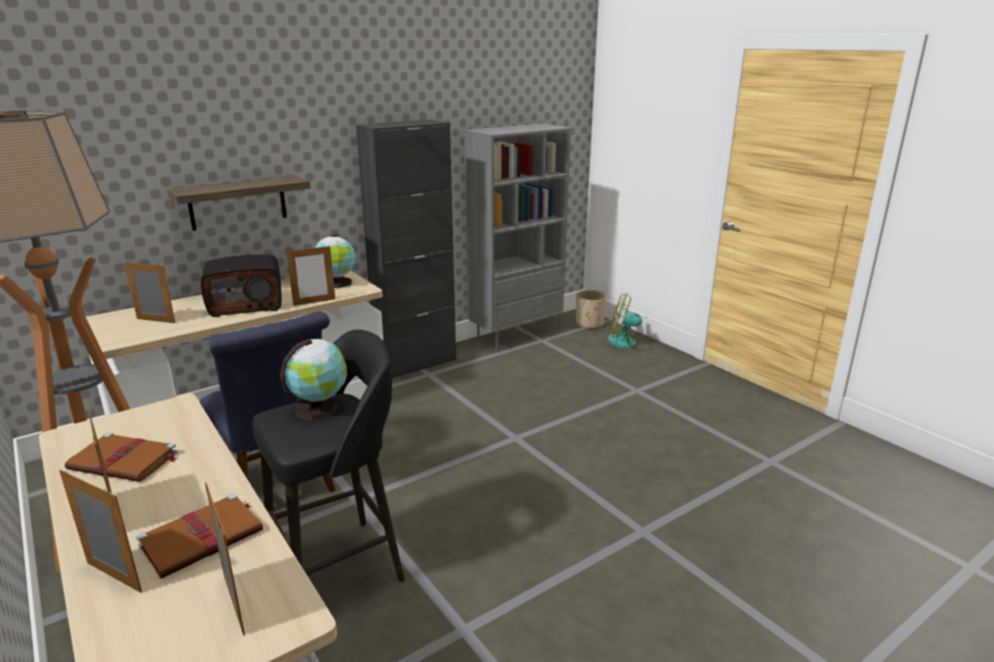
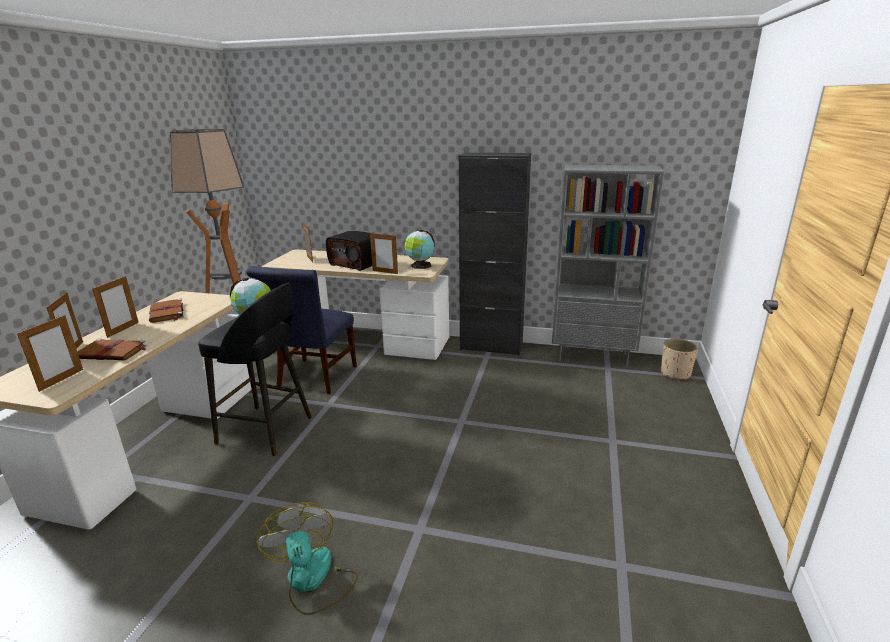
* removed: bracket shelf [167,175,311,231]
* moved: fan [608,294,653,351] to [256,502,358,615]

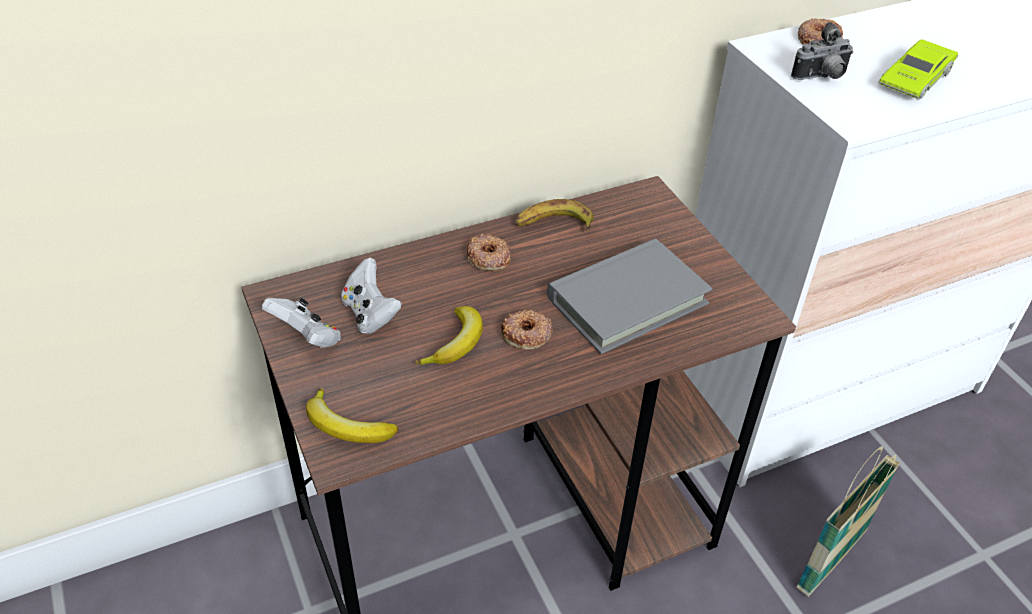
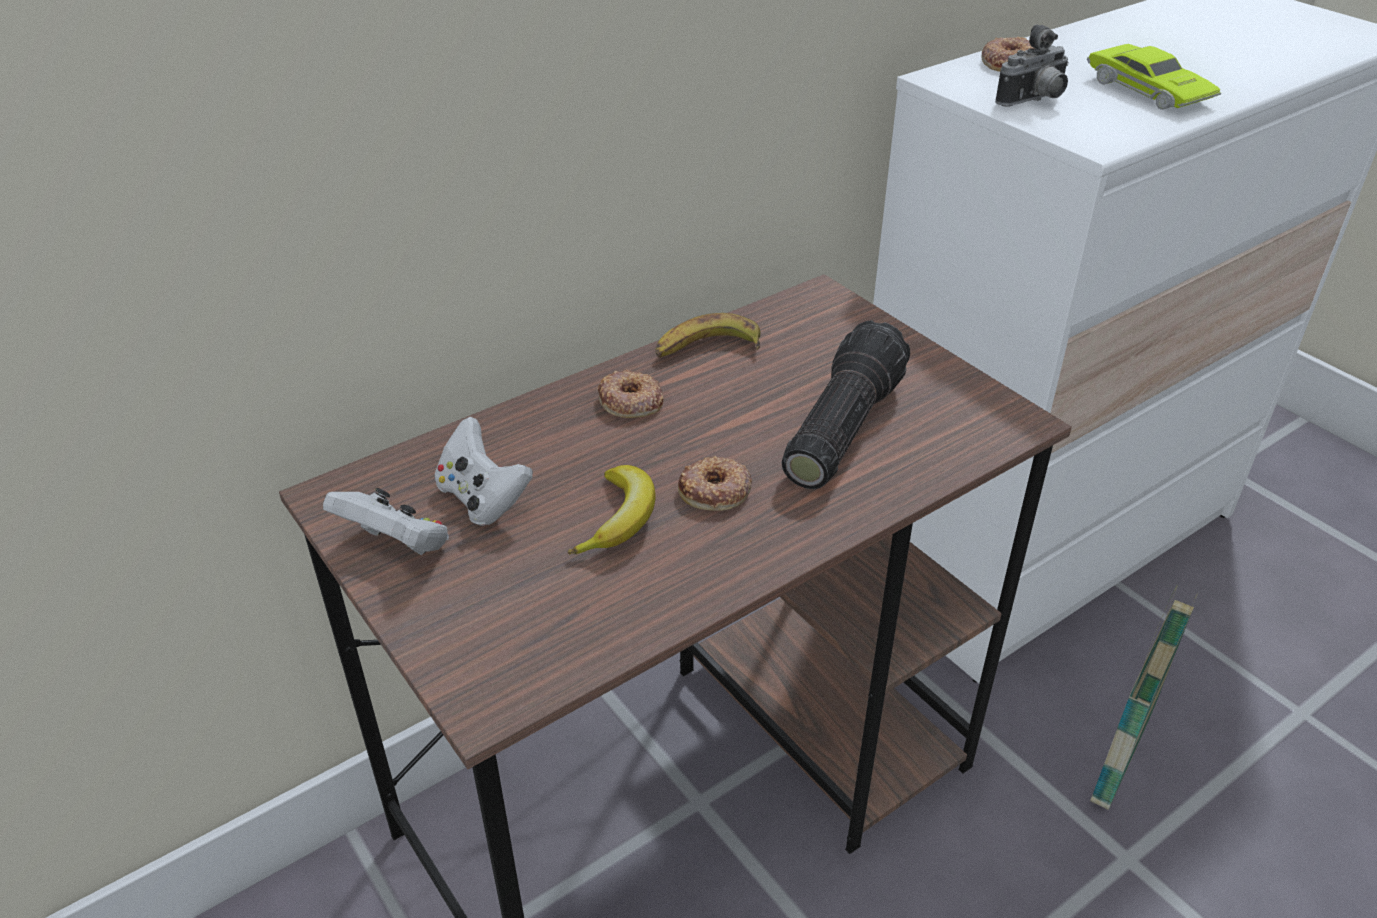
* removed: banana fruit [306,388,398,443]
* replaced: greyish bound book [547,239,712,354] to torch [782,320,910,489]
* turned: greenish model car [878,39,958,99] = [1087,44,1221,110] 60 degrees counterclockwise

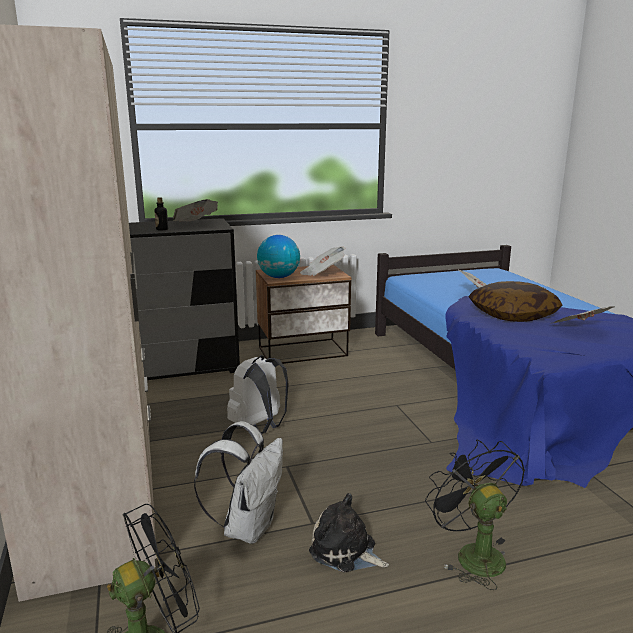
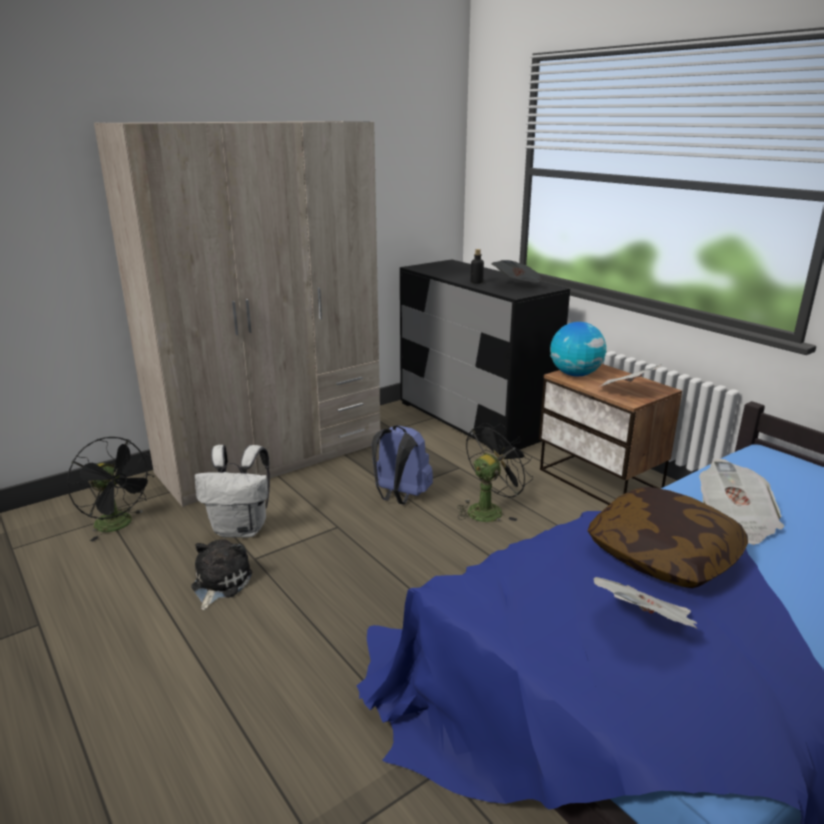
* moved: black fan [425,440,525,590] to [457,423,533,522]
* recoloured: white backpack [227,356,289,434] to blue backpack [371,425,433,504]

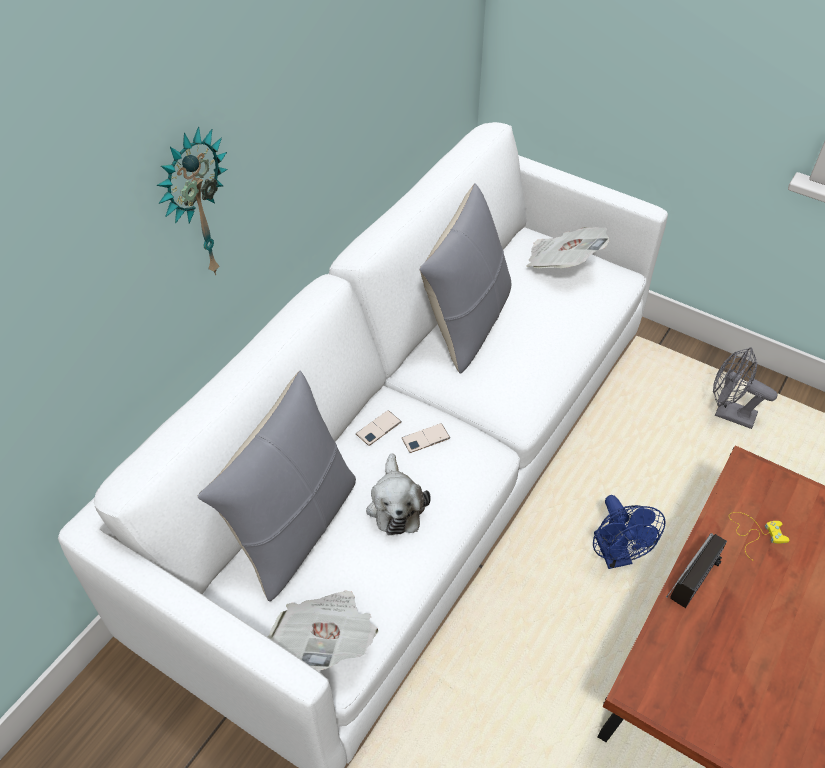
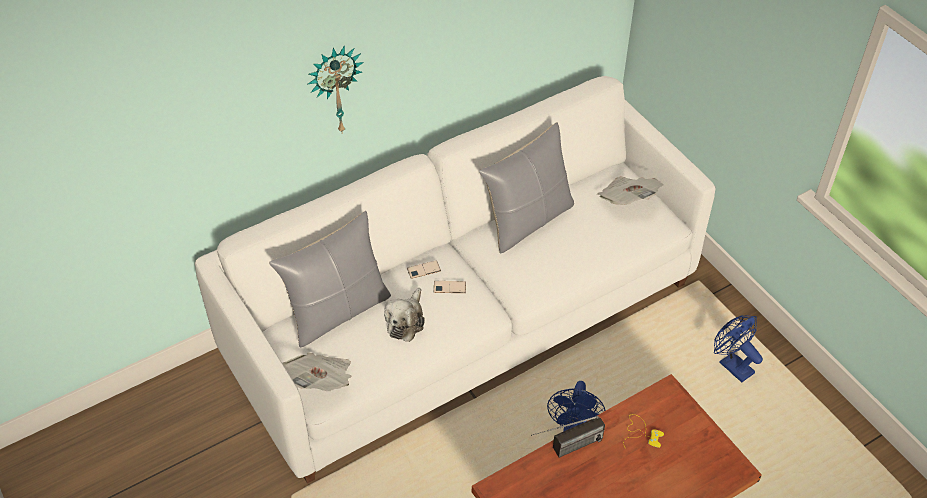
* recoloured: greyish fan [713,348,777,429] to blue fan [714,315,763,383]

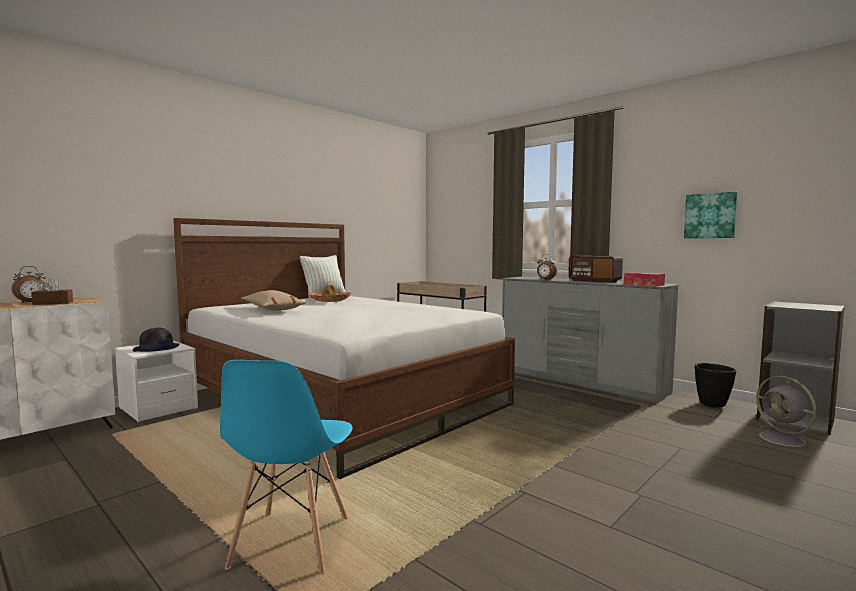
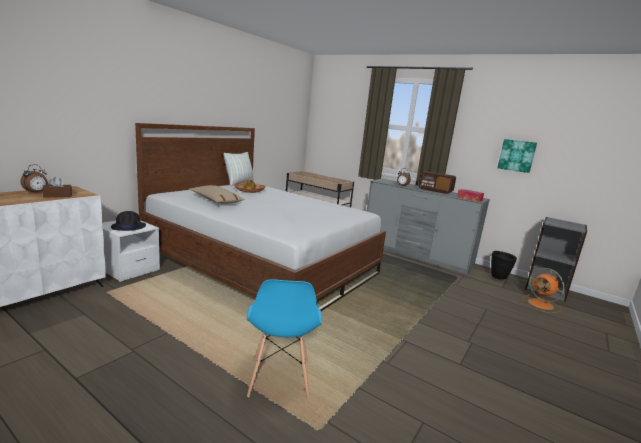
* recoloured: greyish fan [749,376,821,451] to orange fan [522,268,565,313]

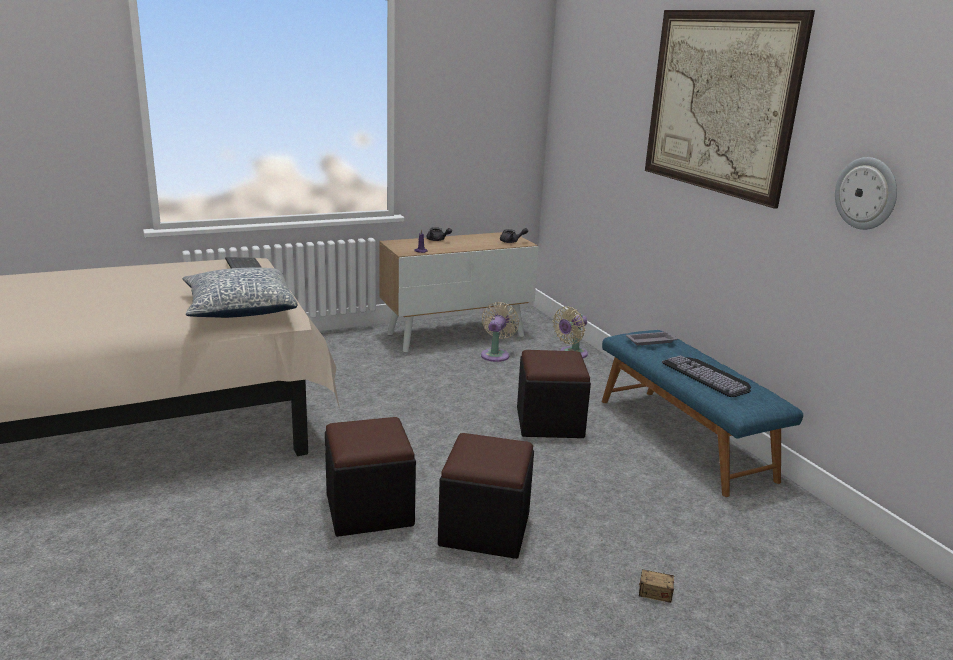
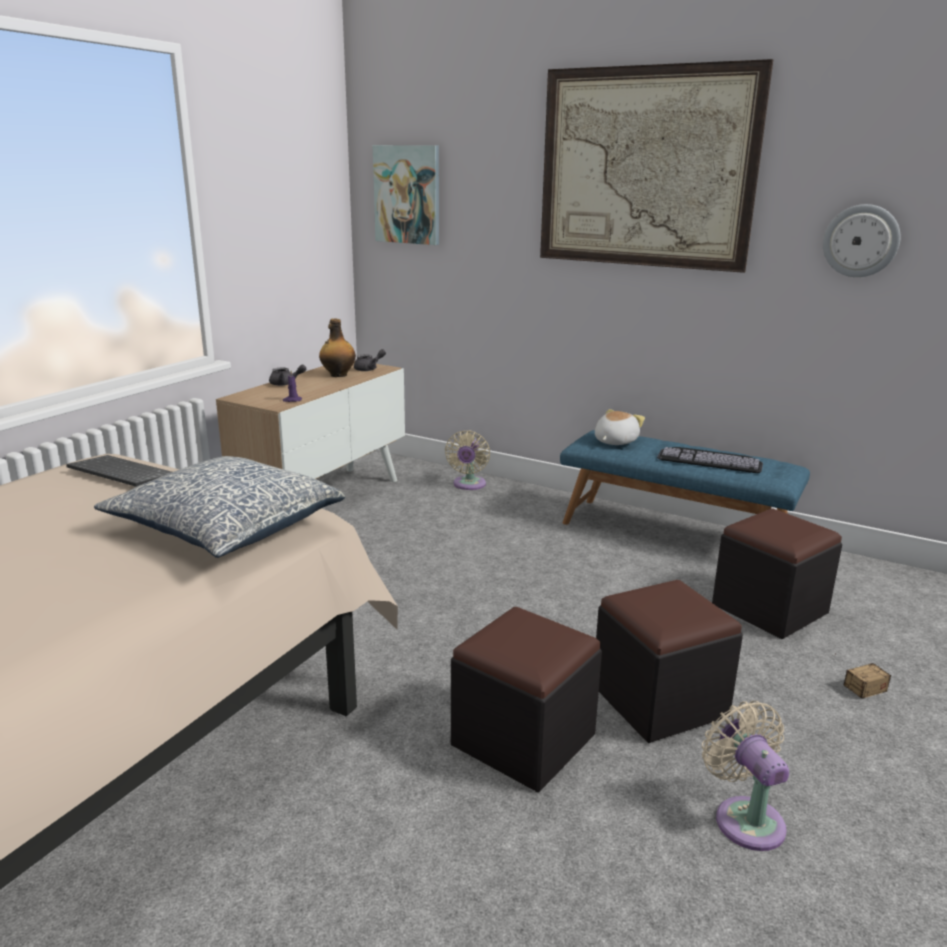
* added: bottle [319,319,356,377]
* added: picture [373,145,439,245]
* moved: sand-coloured fan [481,302,519,362] to [702,701,789,851]
* moved: black ottoman [517,350,591,438] to [712,509,842,639]
* replaced: greyish serving tray [626,332,677,345] to plush toy [595,409,645,445]

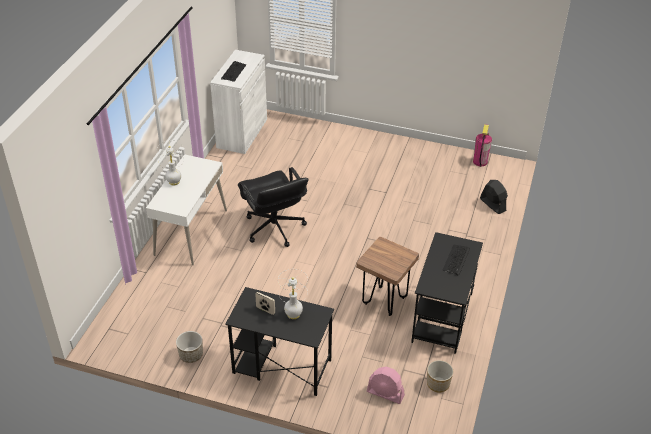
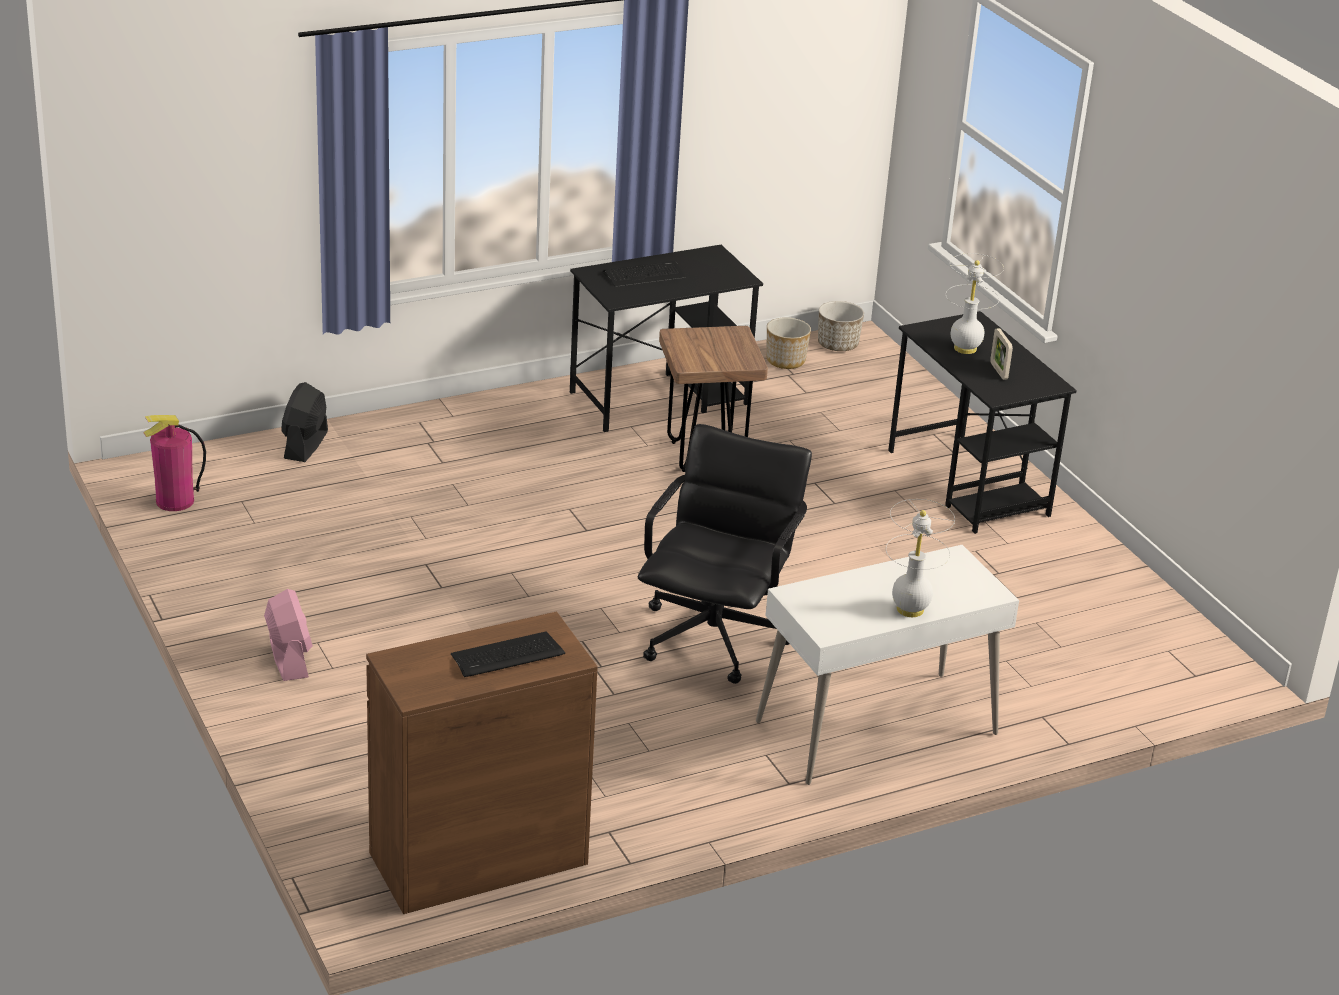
* moved: flower pot [176,331,203,363] to [818,301,864,351]
* moved: pink-coloured fan [367,366,405,404] to [264,589,313,681]
* recoloured: white cabinet [210,50,267,154] to brown-coloured cabinet [366,611,598,914]

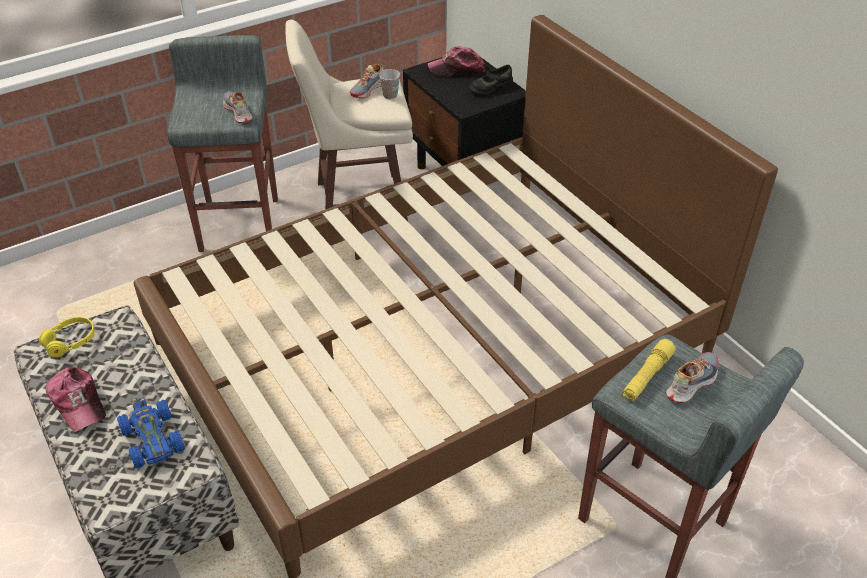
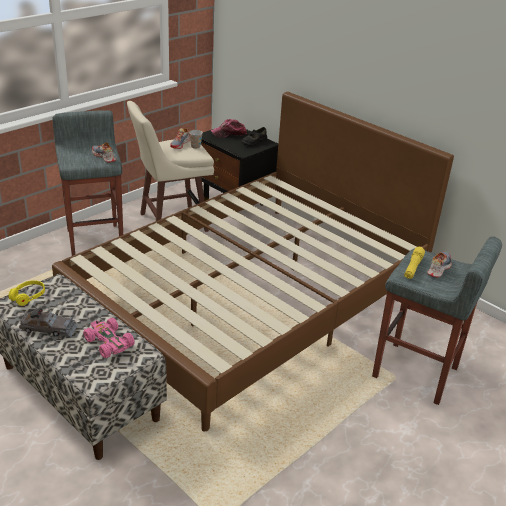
* replaced: cap [46,367,106,431] to greyish model car [19,309,78,337]
* recoloured: blue model car [117,400,185,468] to pink-coloured model car [83,318,135,358]

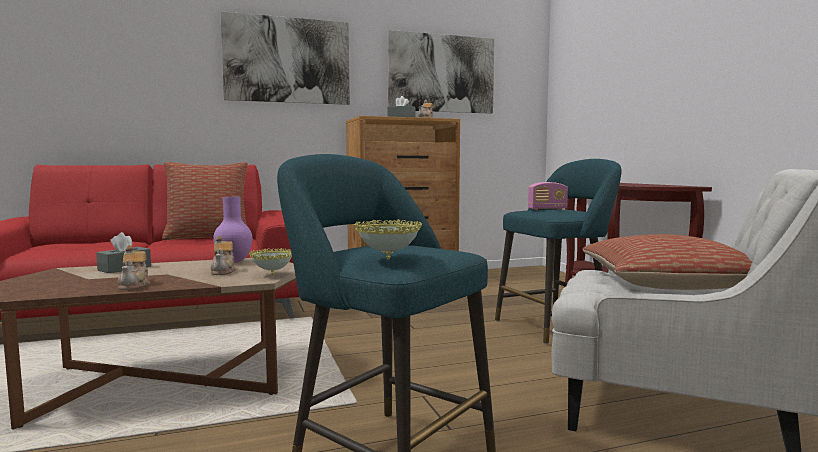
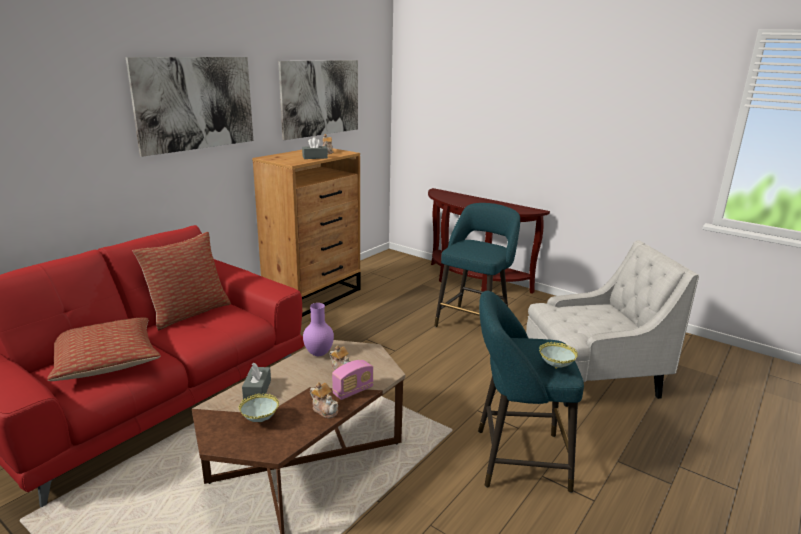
* moved: deep dish [249,248,292,275] to [238,393,279,422]
* moved: radio [528,182,568,210] to [332,360,373,400]
* moved: throw pillow [582,234,752,290] to [47,317,161,381]

